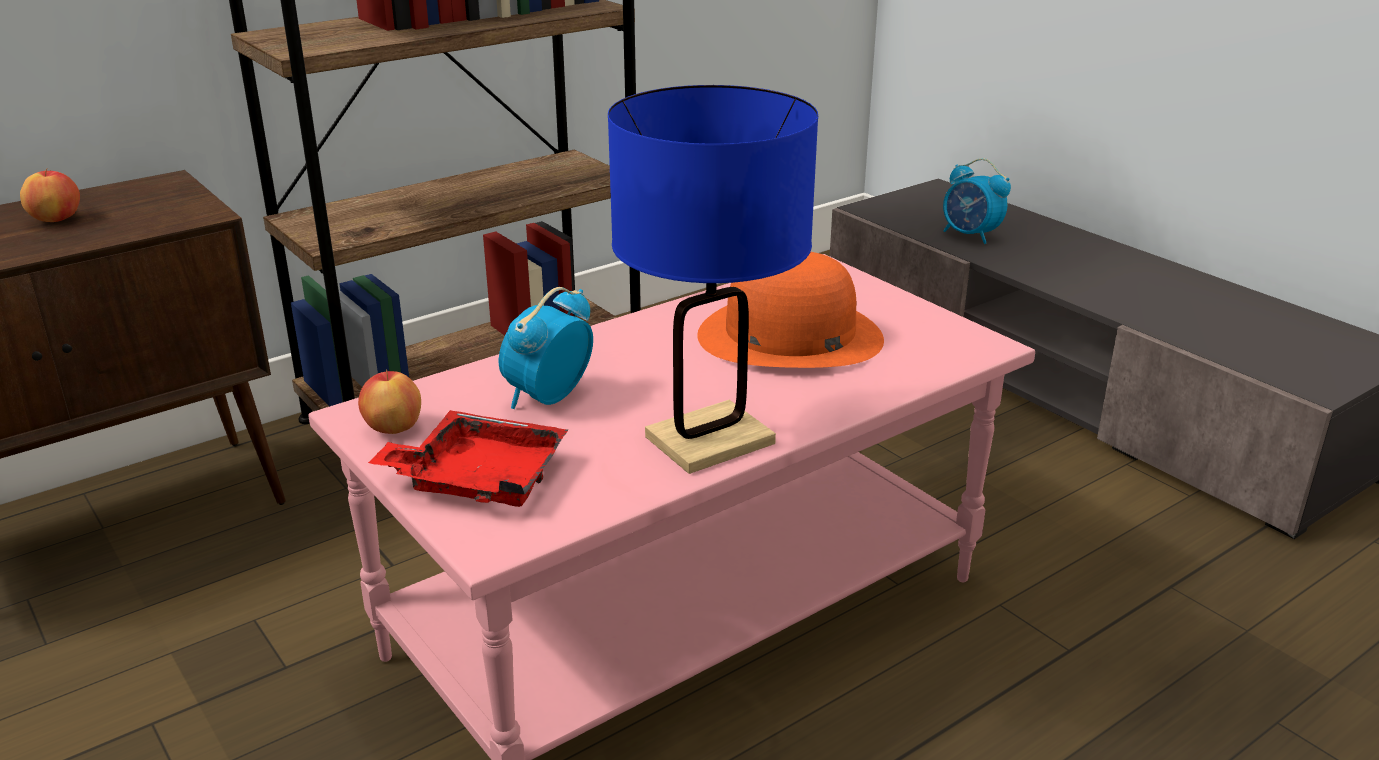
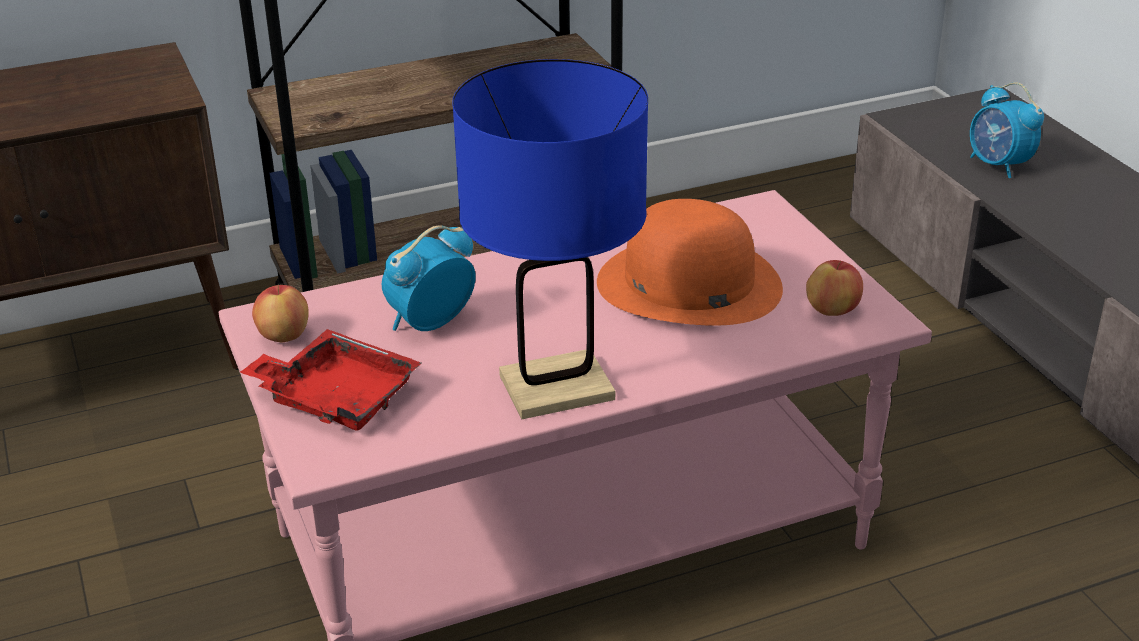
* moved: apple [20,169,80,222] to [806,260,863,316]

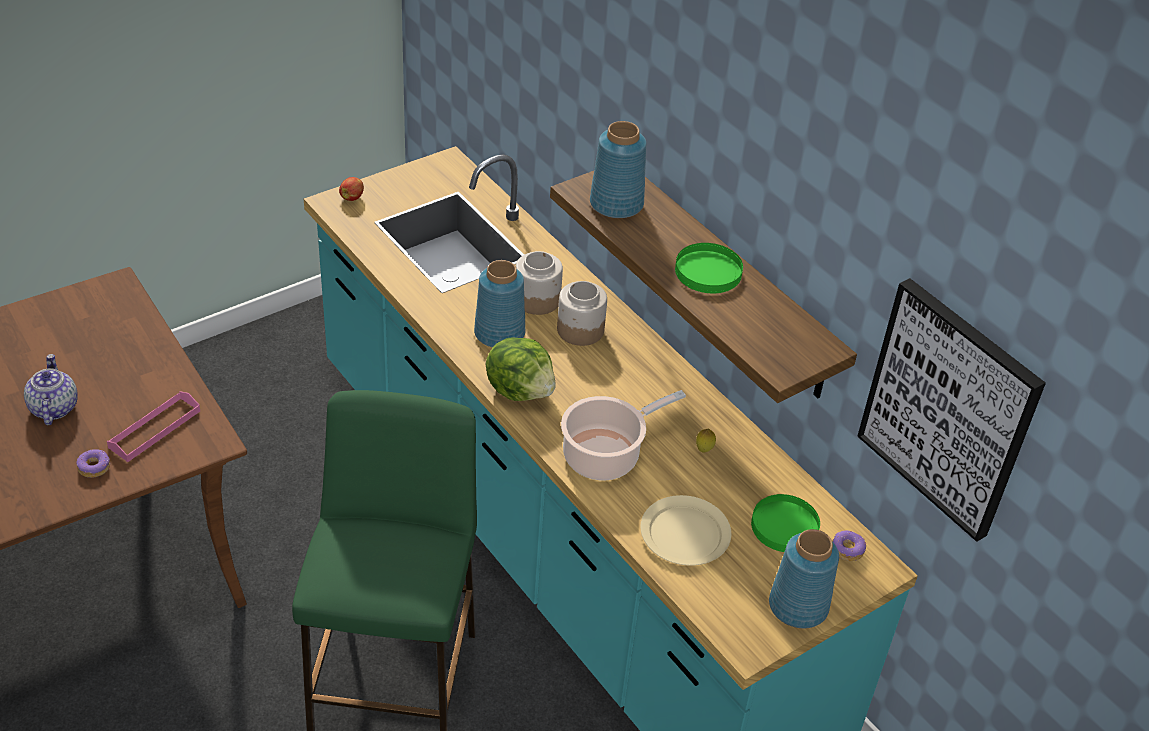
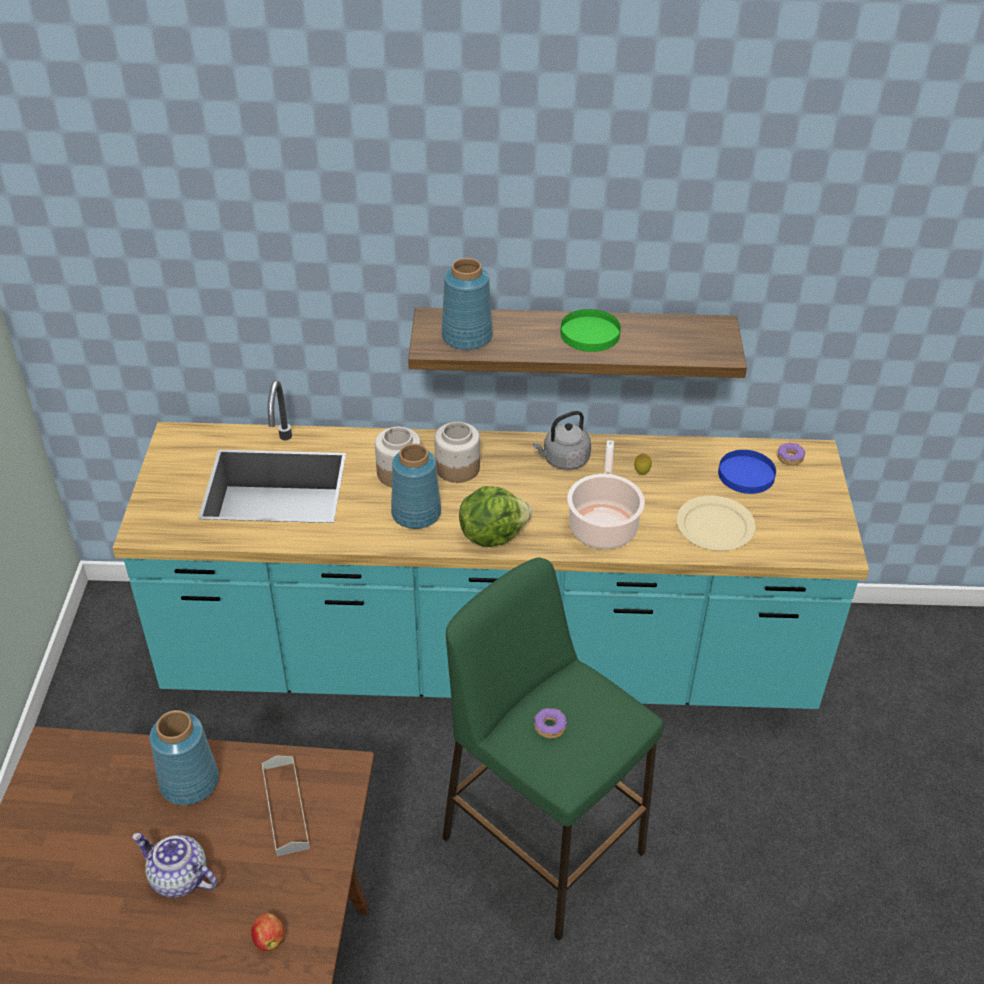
* removed: picture [857,278,1046,542]
* added: greyish kettle [533,411,591,470]
* moved: doughnut [77,449,110,478] to [534,708,567,739]
* moved: apple [339,177,364,201] to [251,913,284,951]
* moved: blue decorative vase [769,529,839,628] to [150,710,219,805]
* recoloured: pink-coloured serving tray [107,391,200,462] to greyish serving tray [262,755,310,856]
* recoloured: greenish dinner plate [751,494,820,552] to blue dinner plate [718,450,776,494]

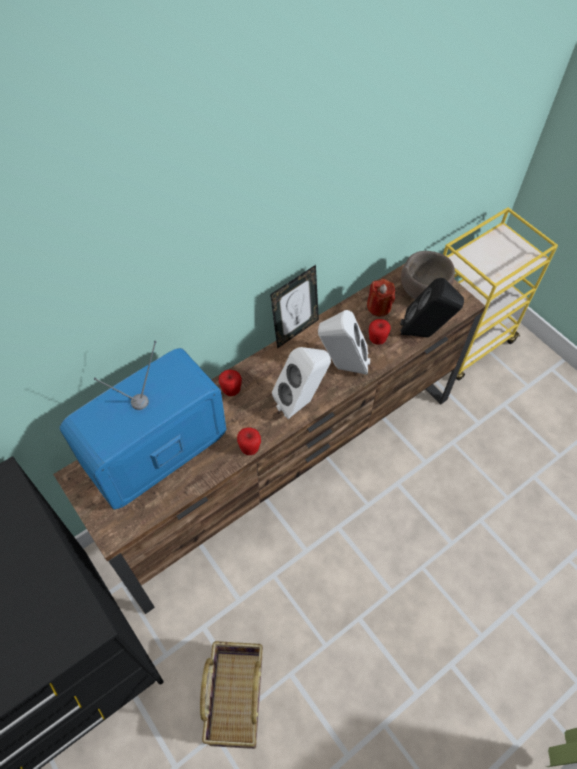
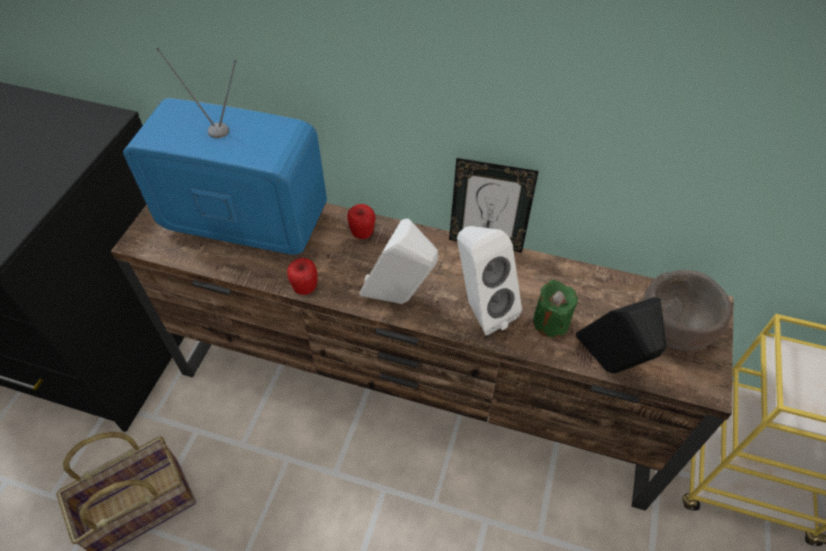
* removed: red-coloured wax light [367,279,395,316]
* replaced: apple [369,319,391,345] to greenish wax light [533,280,578,337]

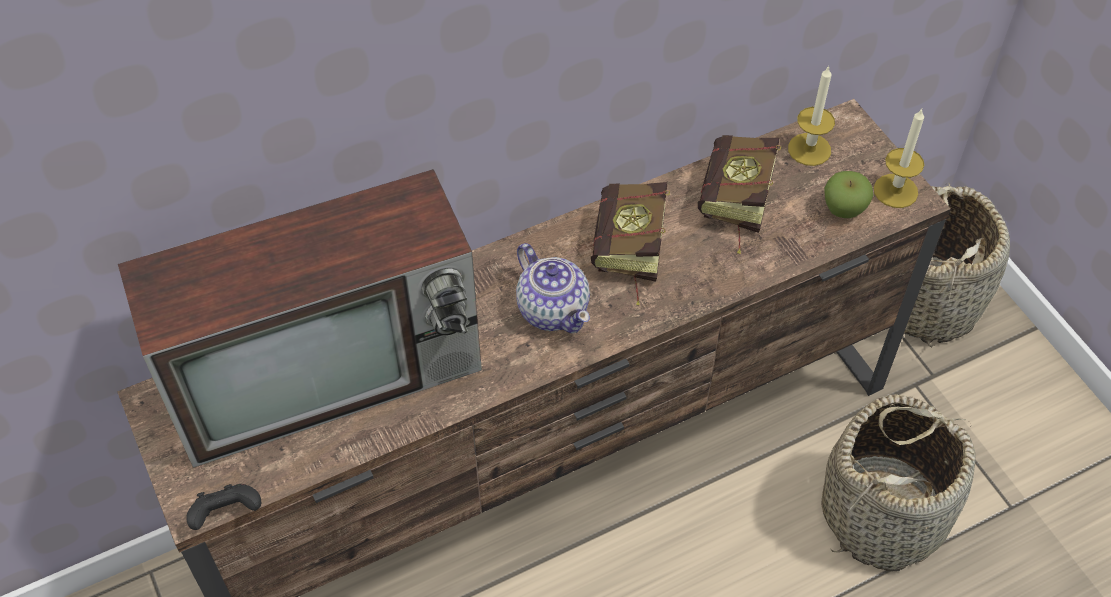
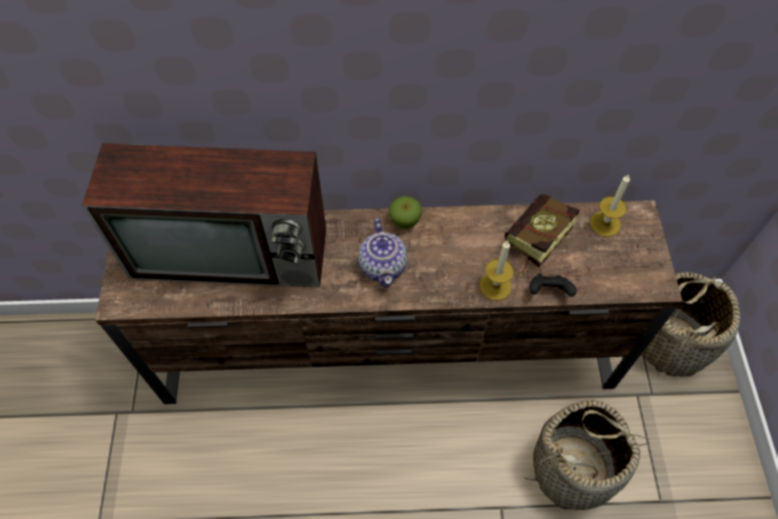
* removed: bound book [591,182,670,306]
* moved: black gamepad [186,484,261,530] to [529,273,577,297]
* moved: apple [824,171,873,218] to [389,196,422,229]
* moved: wax light [874,109,924,208] to [480,241,514,300]

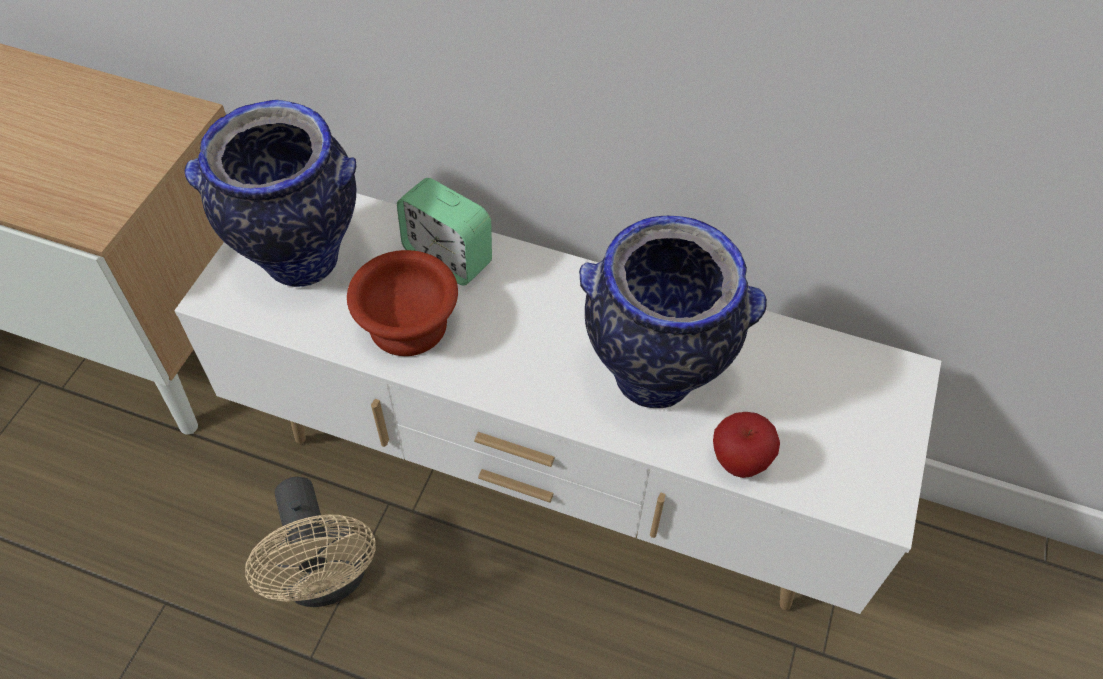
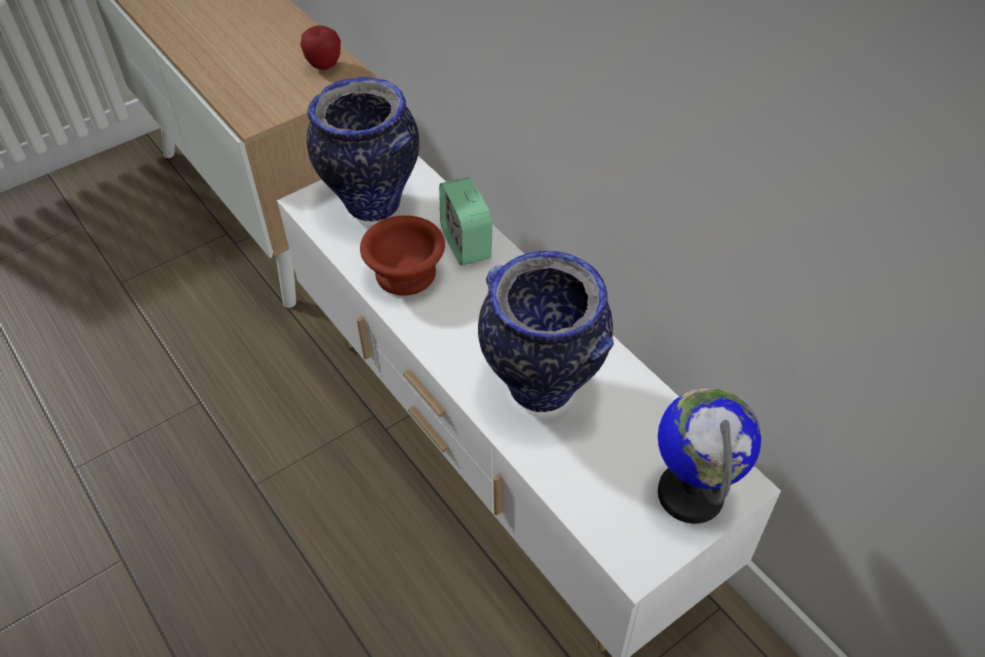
* removed: sand-coloured fan [245,476,376,607]
* added: world globe [658,388,761,524]
* moved: apple [713,412,780,478] to [300,25,341,70]

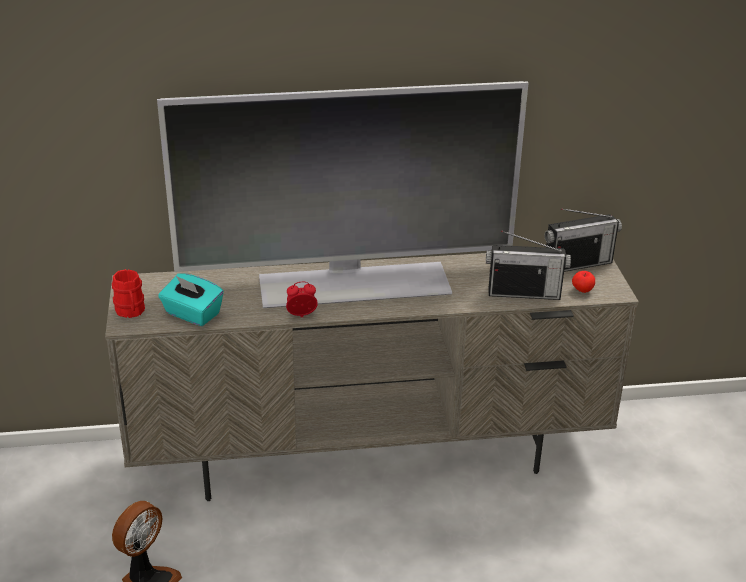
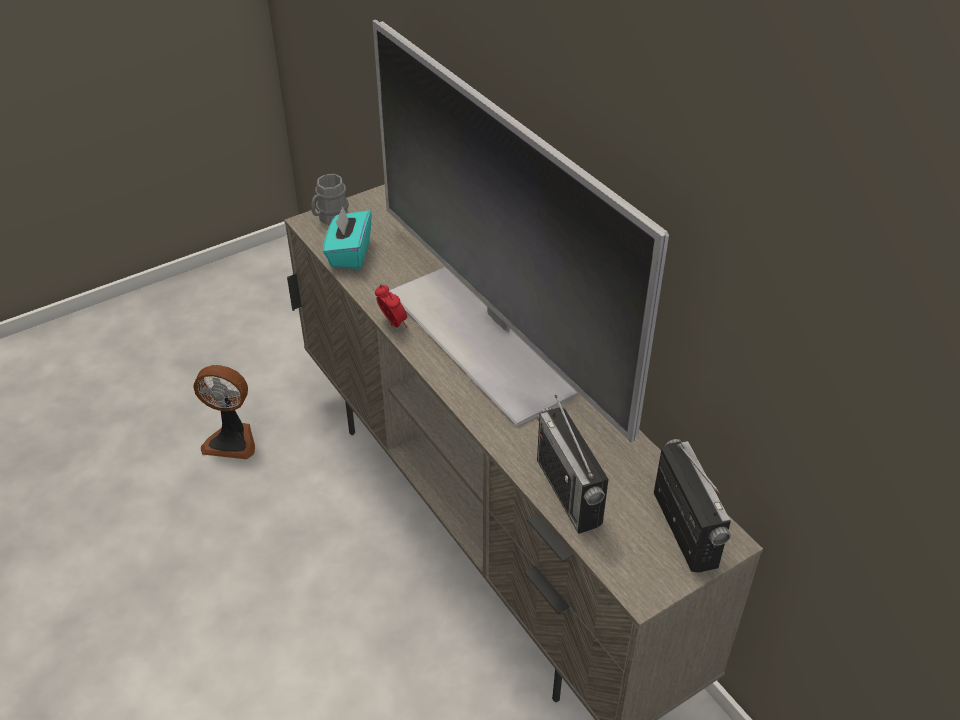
* removed: apple [572,271,595,293]
* recoloured: red-coloured tea mug [112,269,145,318] to greyish tea mug [311,174,349,225]
* turned: radio [545,208,622,272] = [654,439,731,573] 150 degrees counterclockwise

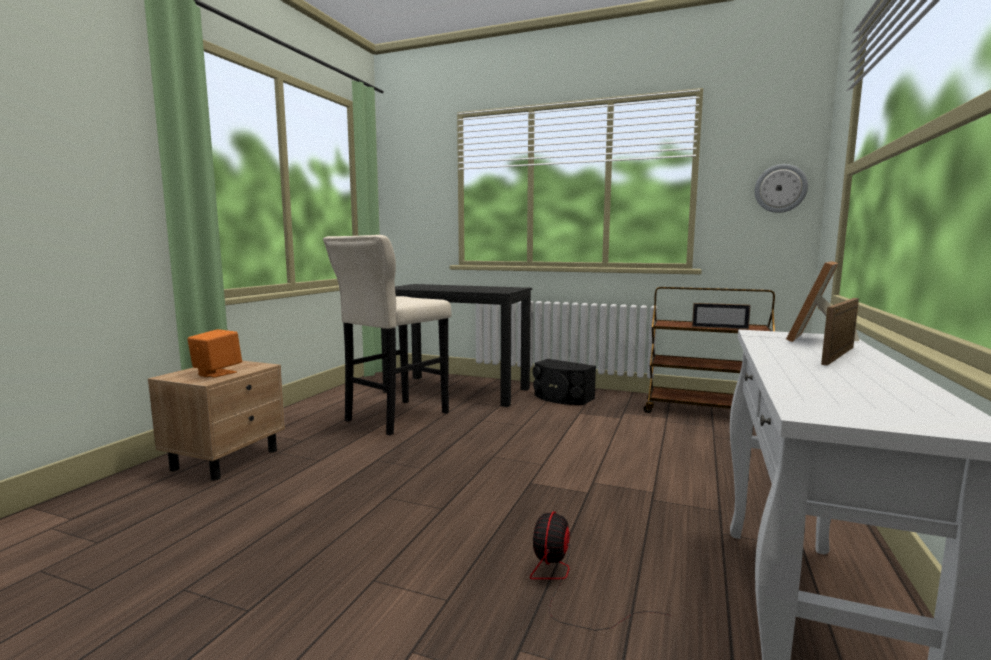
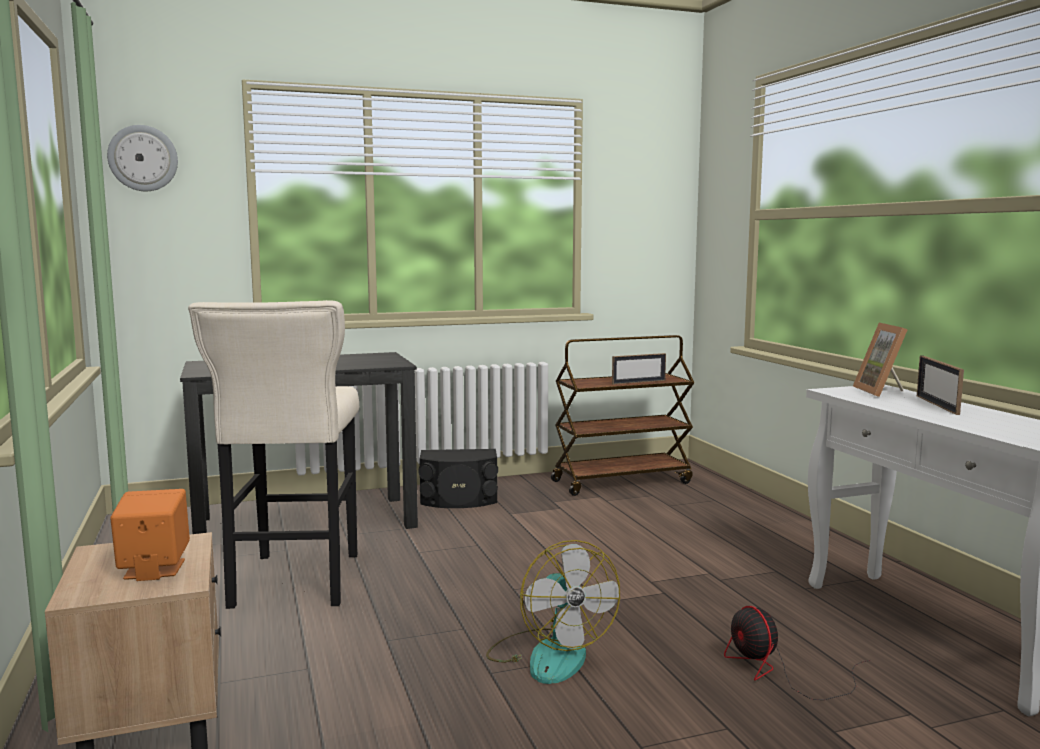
* added: fan [486,540,620,684]
* moved: wall clock [754,164,808,213] to [107,125,178,191]

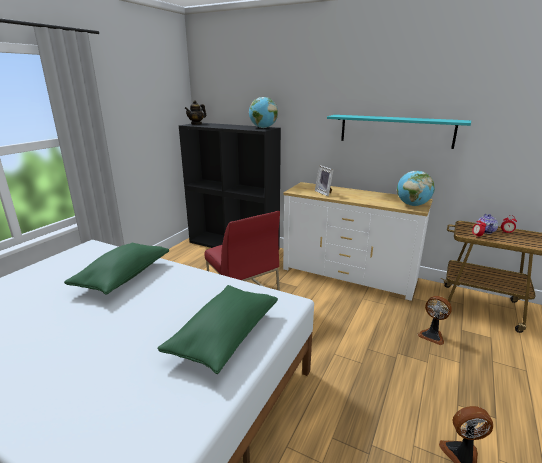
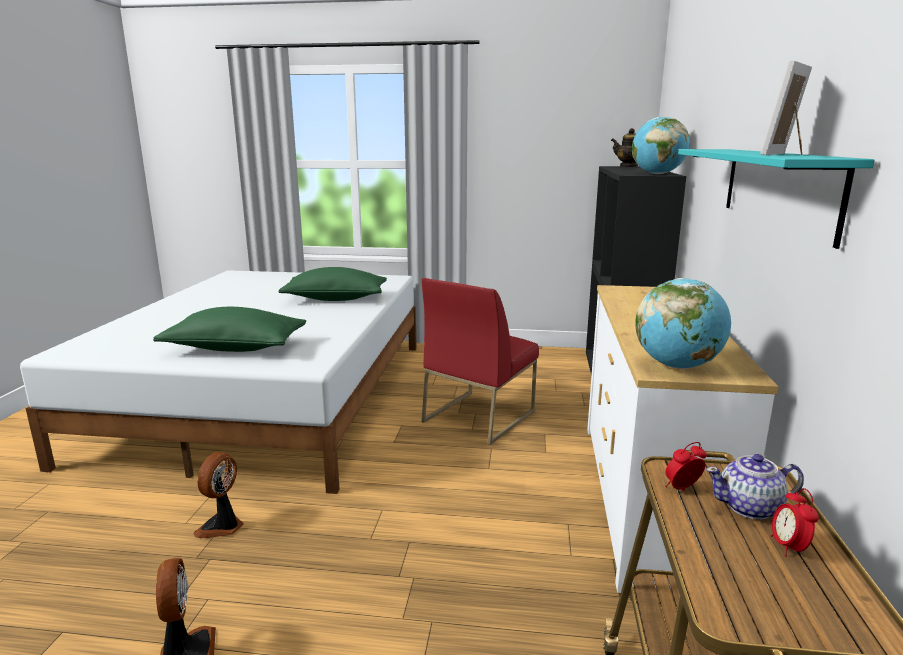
* moved: standing frame [315,165,333,196] to [760,61,812,155]
* moved: fan [417,296,452,345] to [193,452,244,538]

